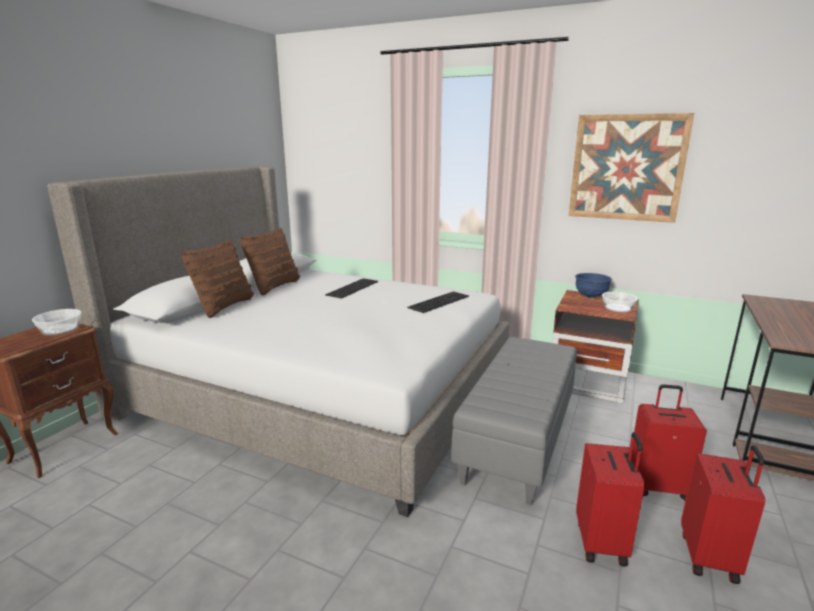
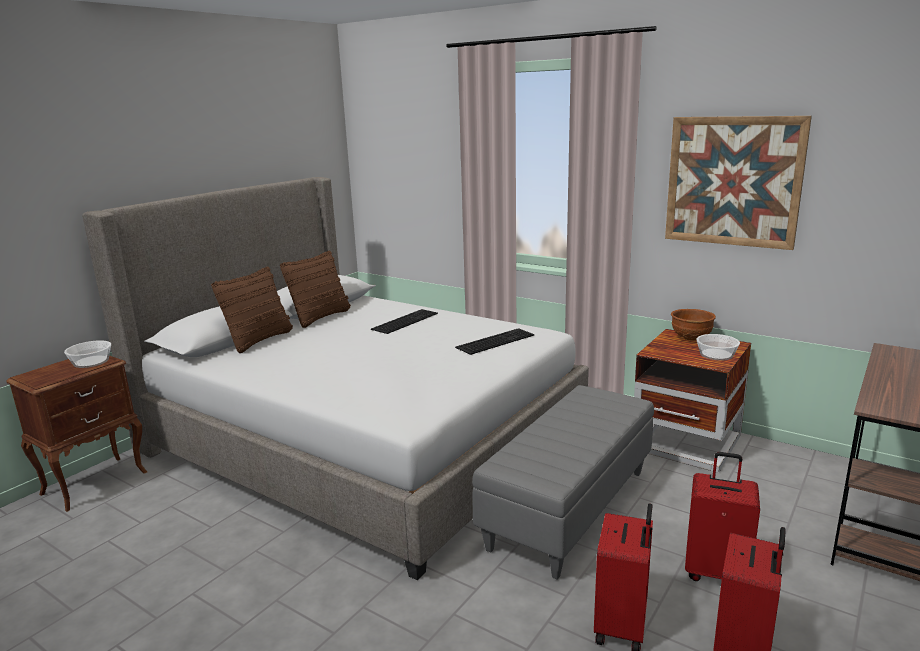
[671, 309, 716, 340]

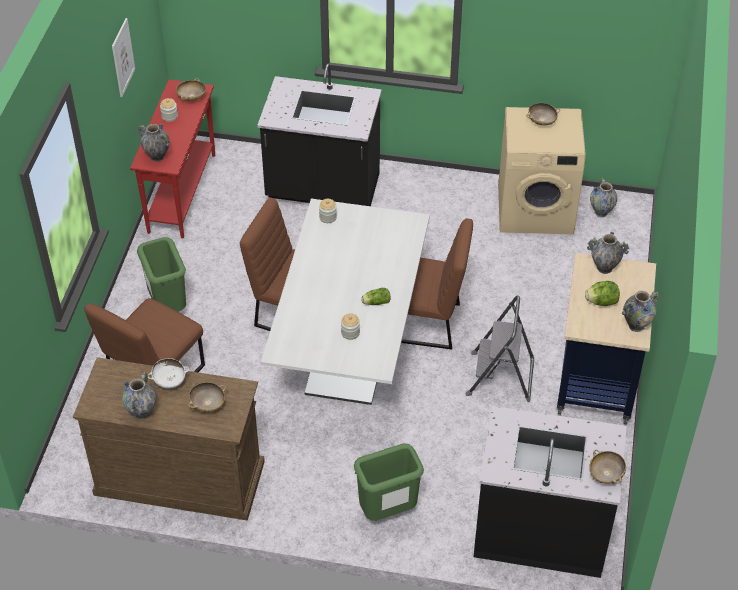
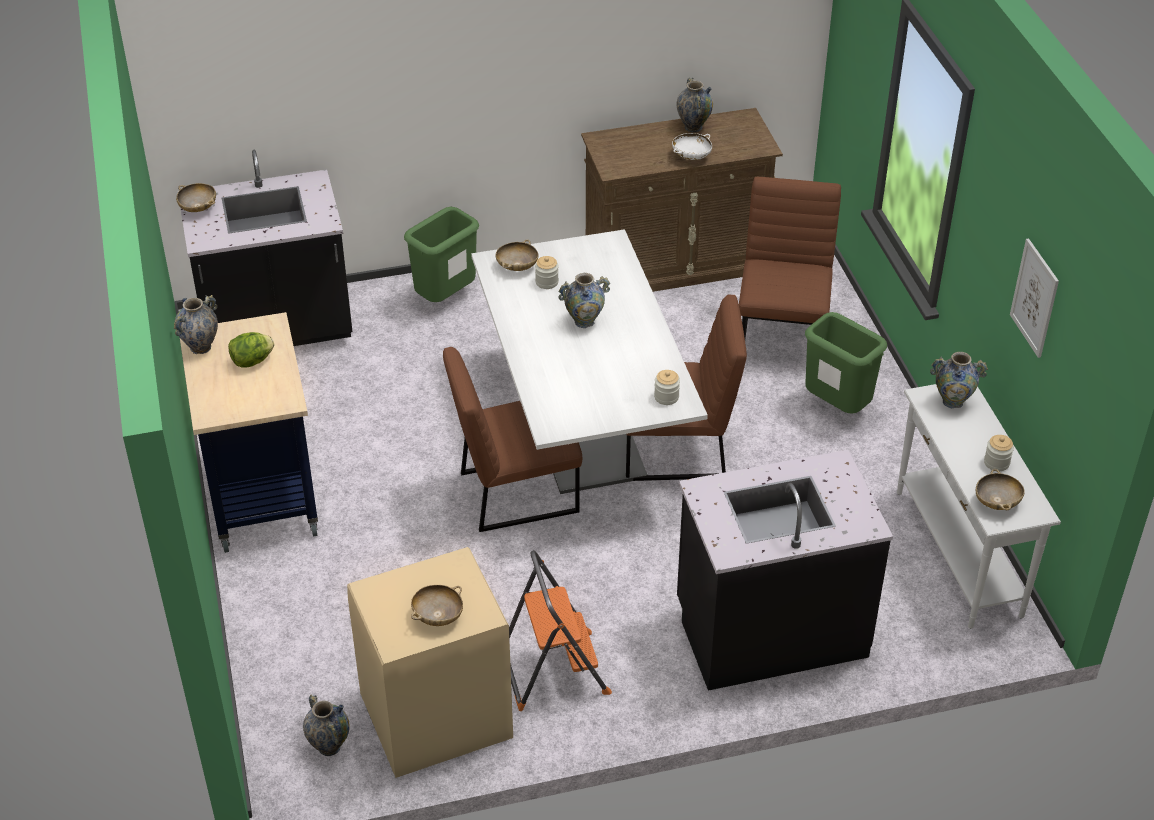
[361, 288, 391, 305] (first image)
[466, 296, 534, 402] (first image)
[509, 550, 612, 711]
[495, 240, 539, 271]
[558, 273, 610, 328]
[897, 384, 1061, 629]

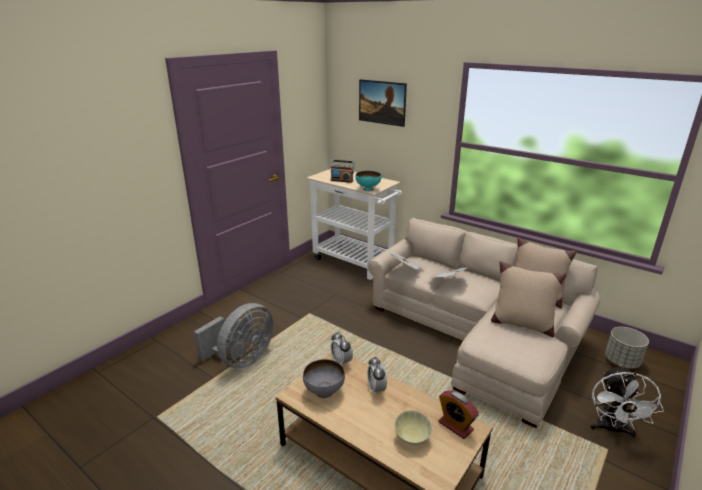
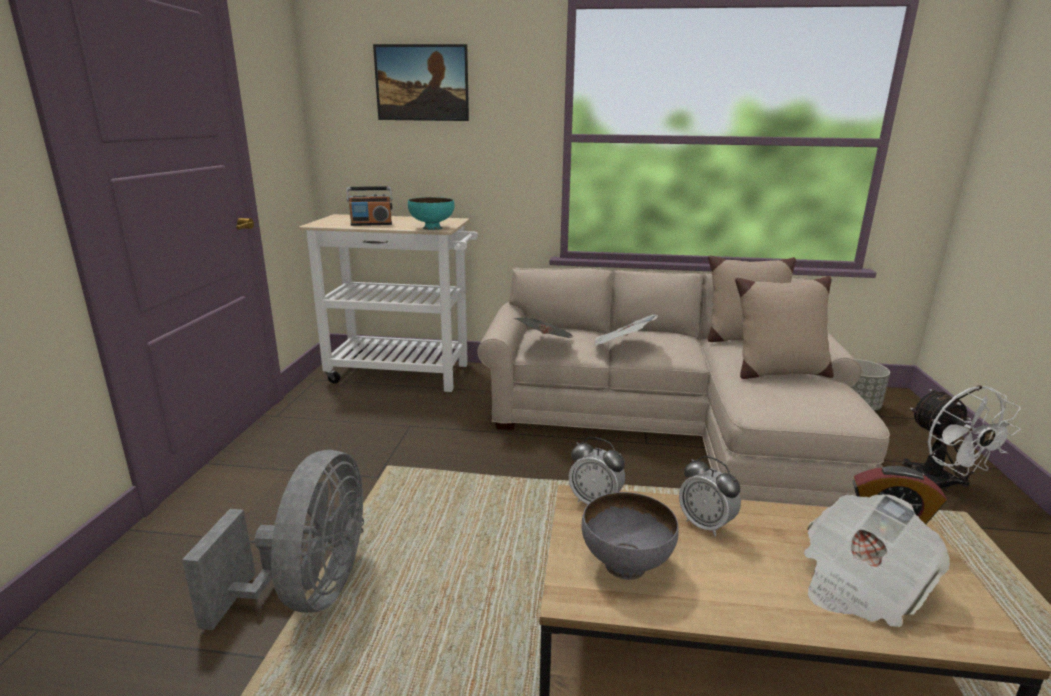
[804, 494, 950, 627]

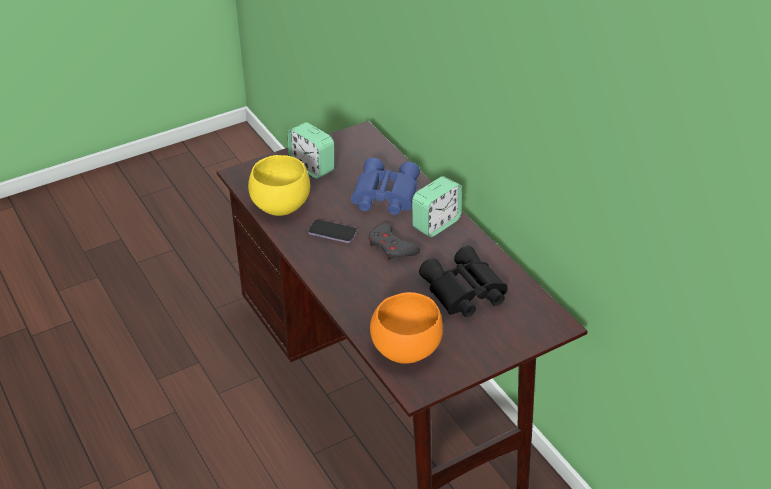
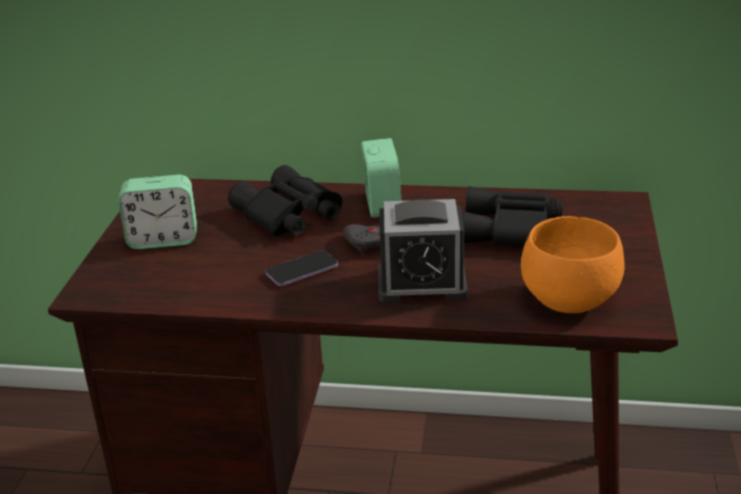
[248, 155, 310, 216] (first image)
[378, 199, 468, 302]
[228, 165, 342, 236]

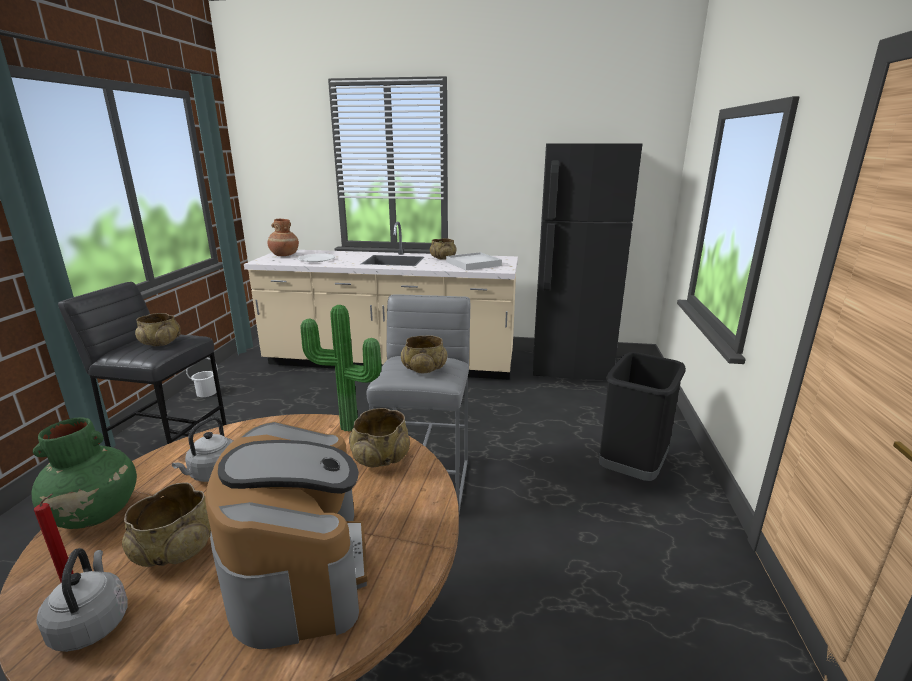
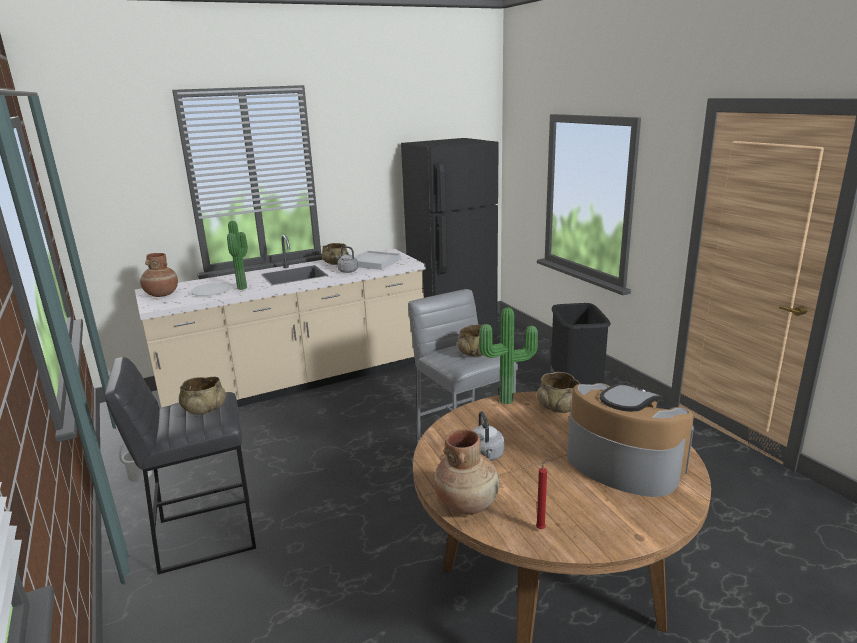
[122, 482, 211, 567] (first image)
[227, 221, 248, 290]
[336, 246, 358, 273]
[434, 429, 500, 515]

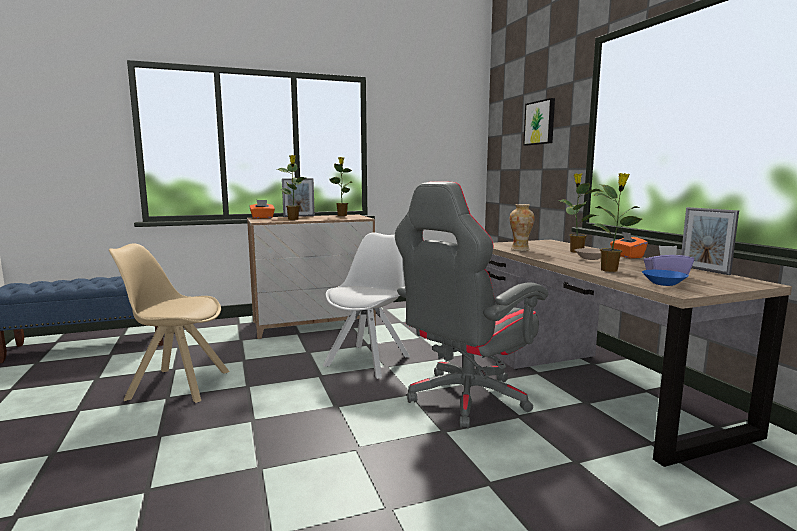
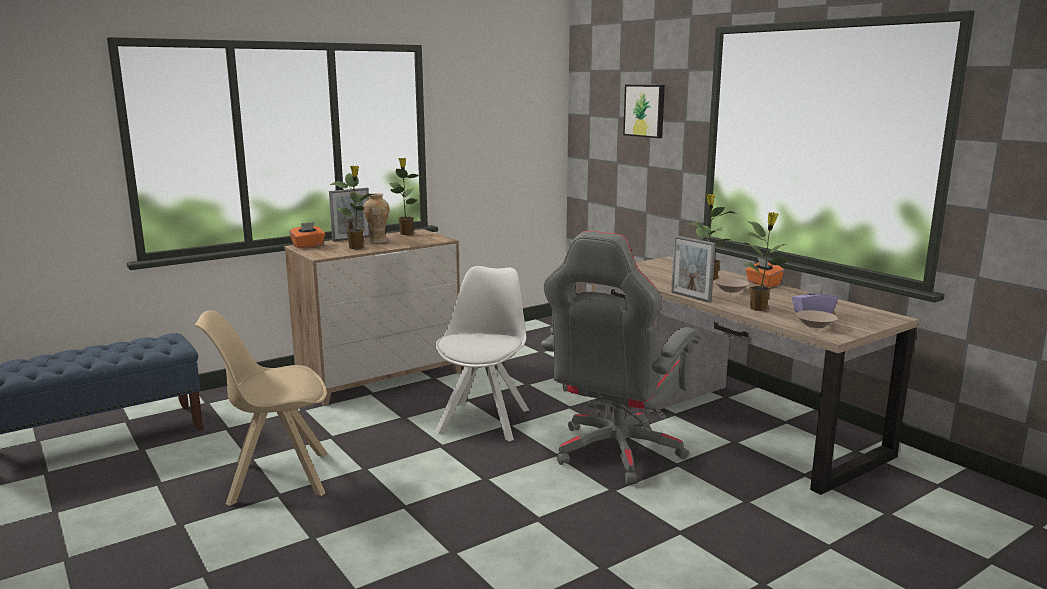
[364, 193, 389, 243]
[671, 235, 716, 303]
[796, 310, 837, 328]

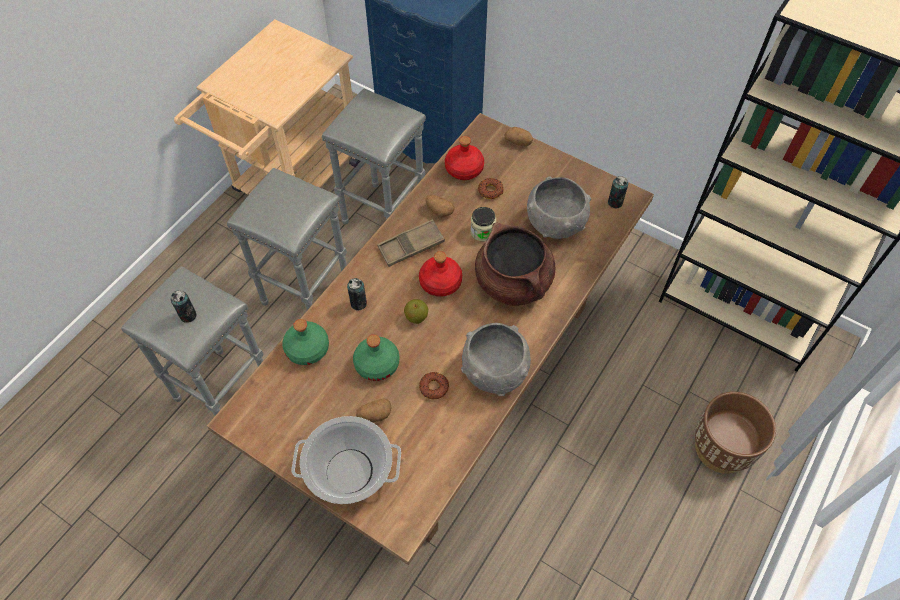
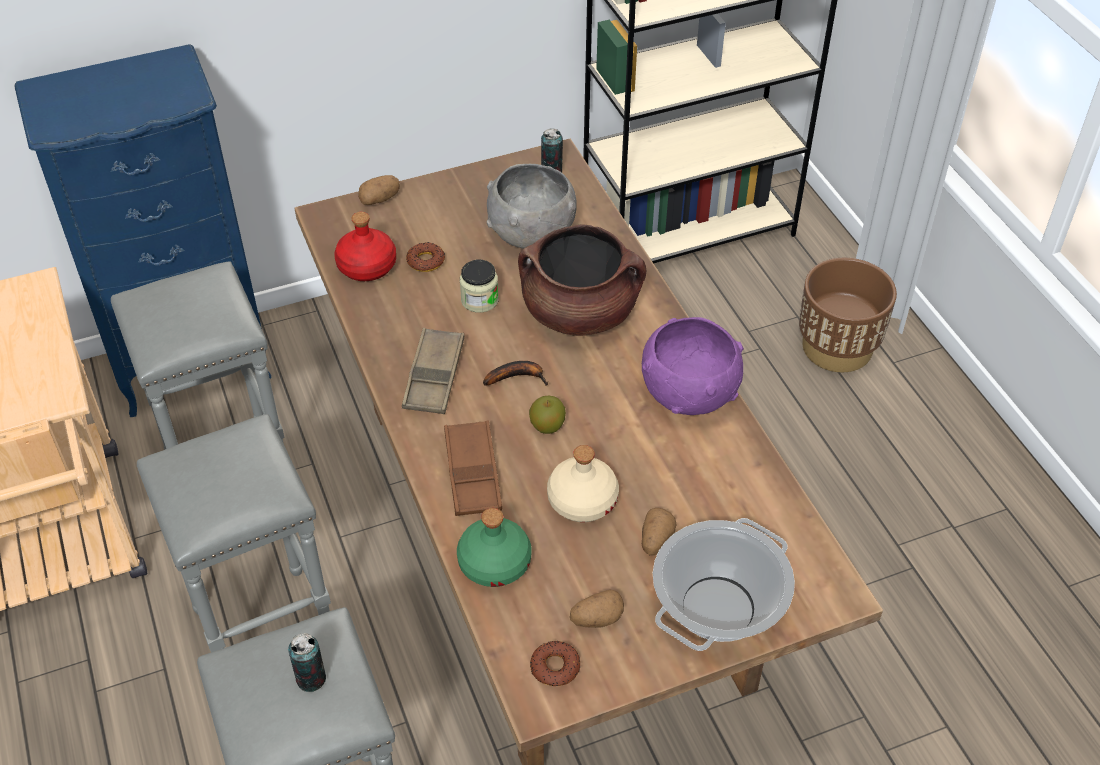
[530, 641, 580, 686]
[570, 590, 624, 628]
[444, 420, 502, 516]
[483, 361, 548, 386]
[547, 445, 619, 522]
[642, 317, 744, 415]

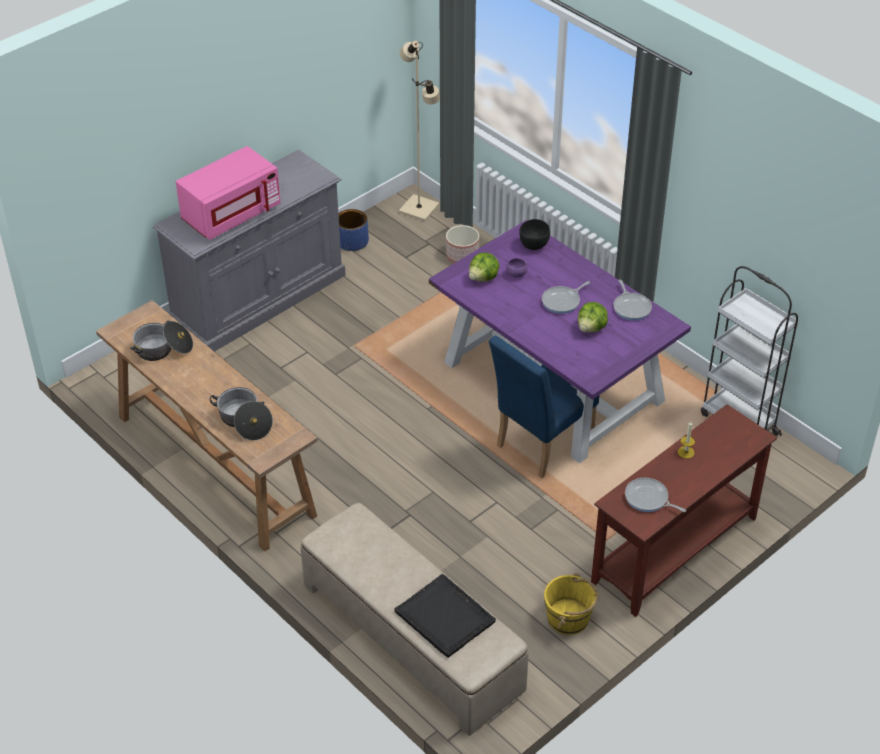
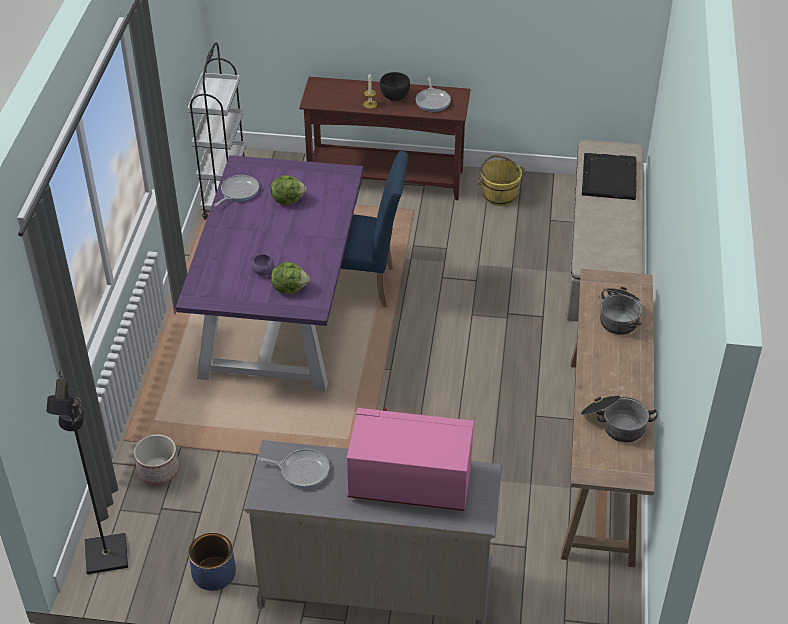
[380, 72, 410, 101]
[258, 449, 330, 489]
[46, 371, 128, 574]

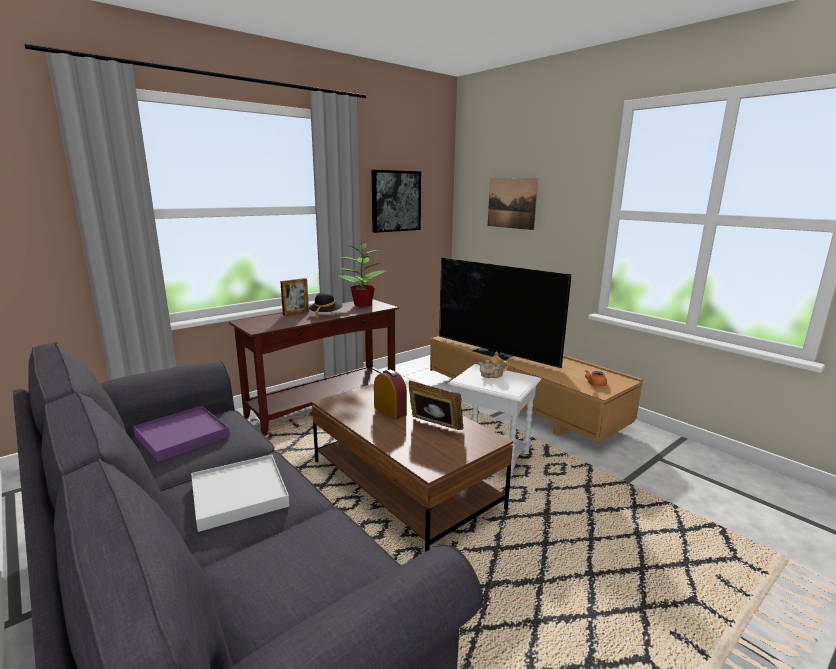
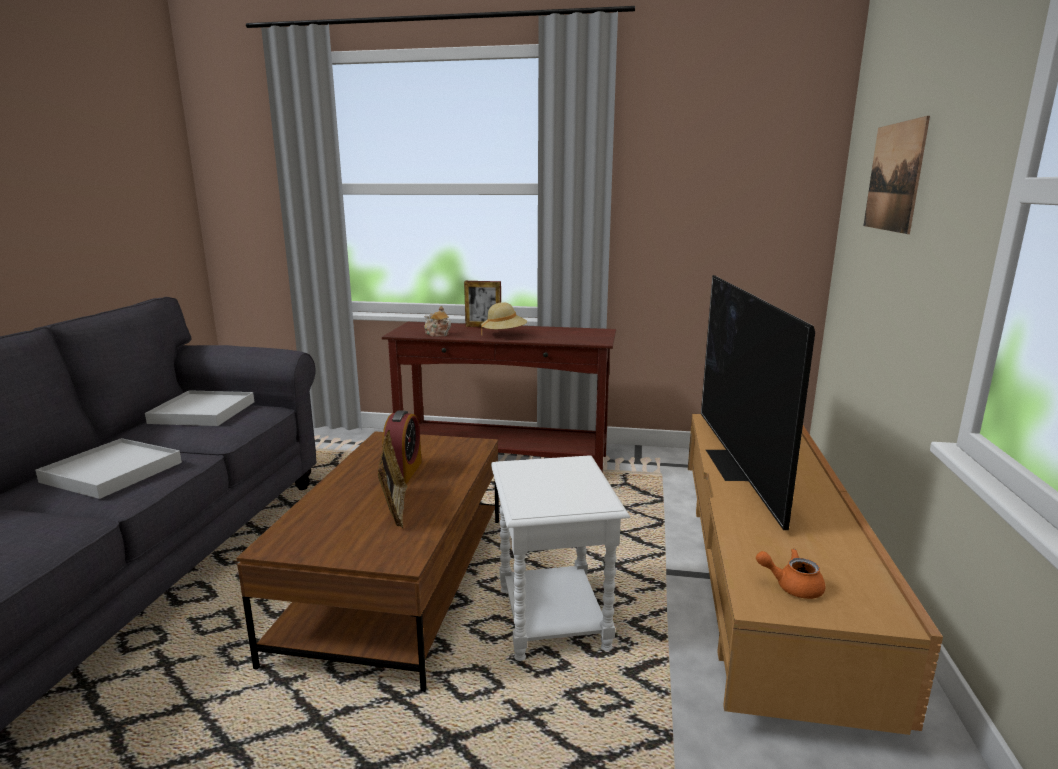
[337, 243, 386, 307] (first image)
[372, 170, 421, 233] (first image)
[424, 306, 451, 337]
[145, 390, 254, 426]
[481, 302, 527, 336]

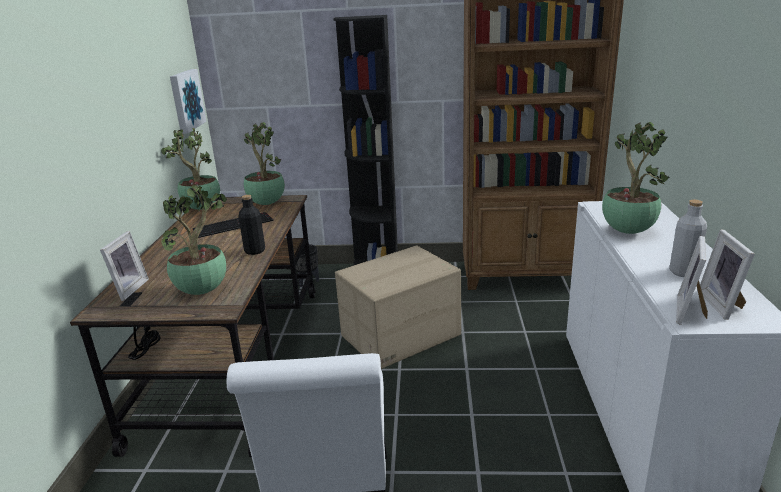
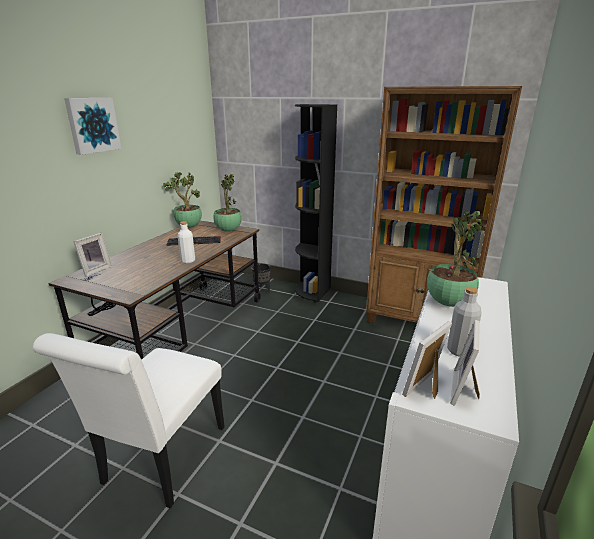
[161, 184, 227, 295] (first image)
[335, 245, 461, 369] (first image)
[64, 98, 121, 155]
[178, 221, 195, 264]

